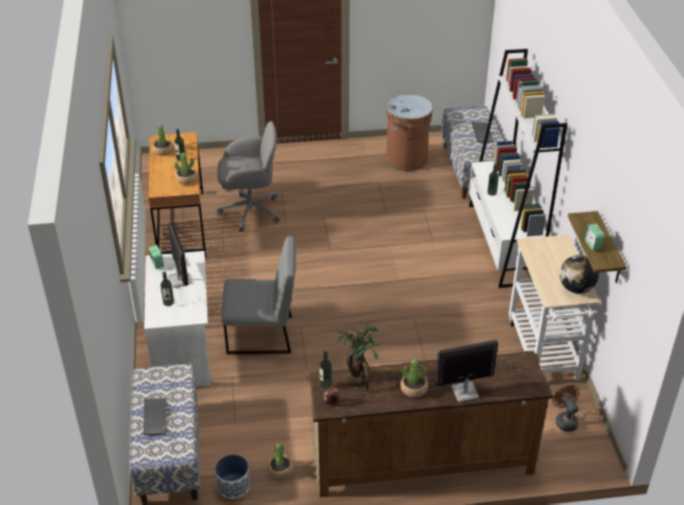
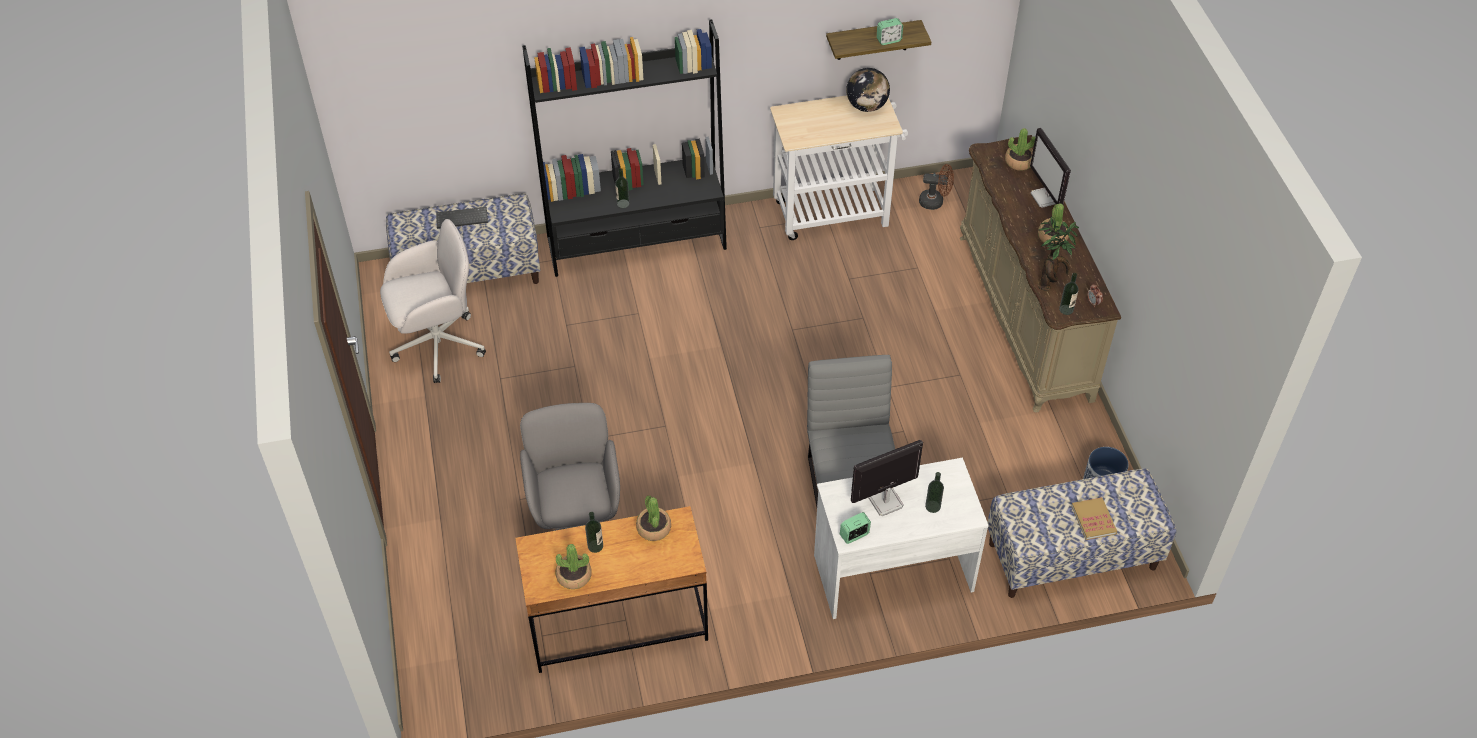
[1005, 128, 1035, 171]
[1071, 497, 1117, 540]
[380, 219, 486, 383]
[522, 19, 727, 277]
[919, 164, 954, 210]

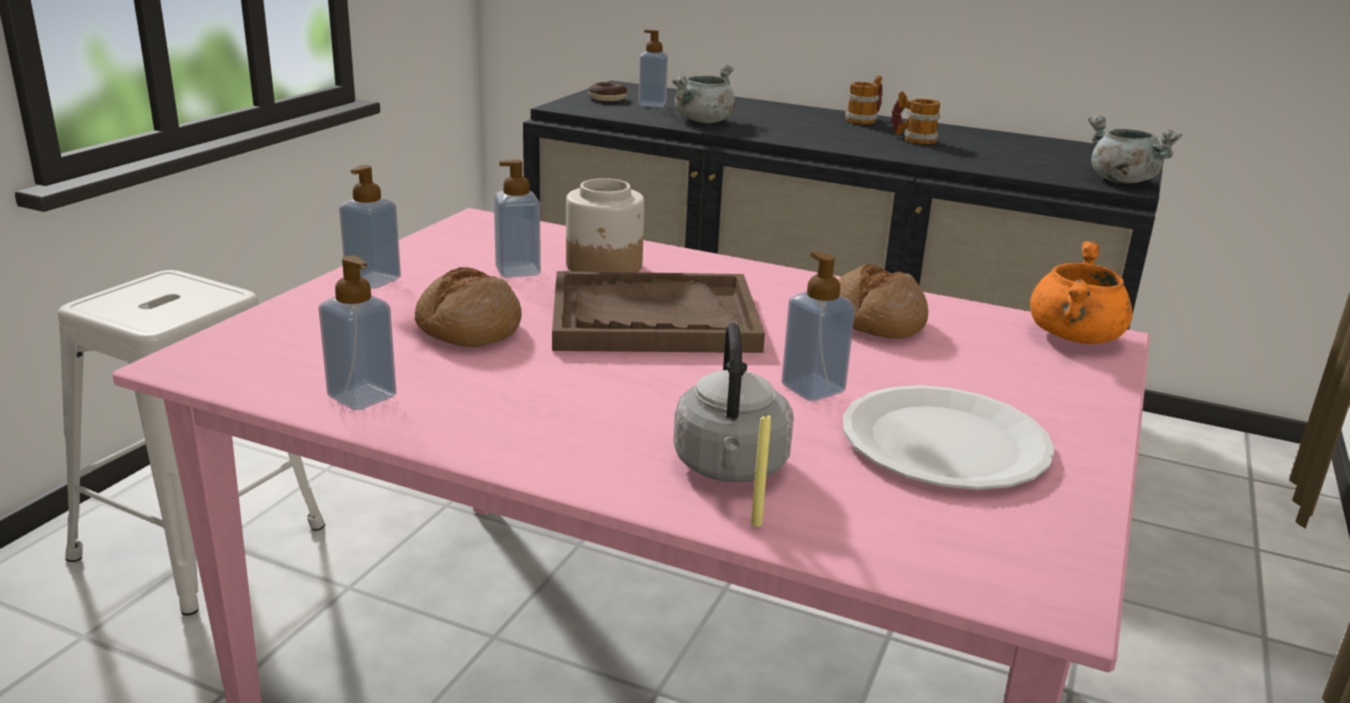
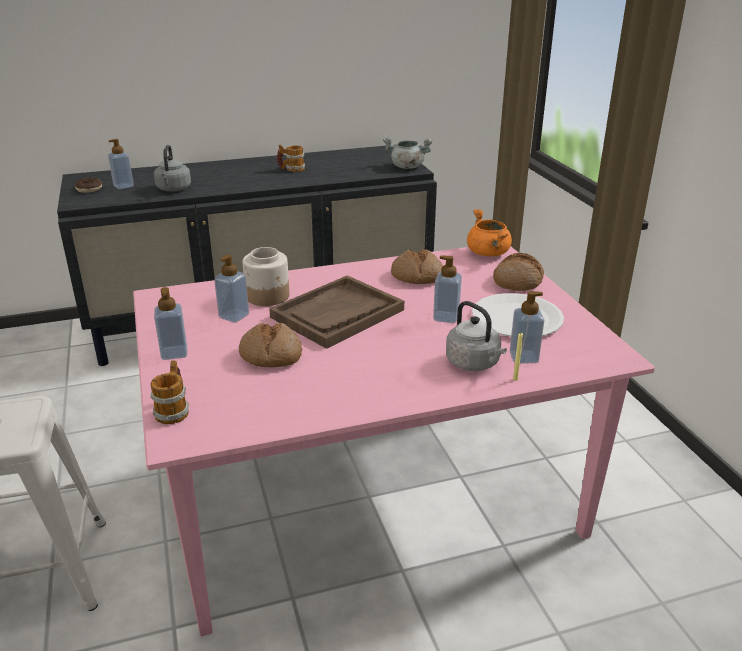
[493, 253, 544, 291]
[510, 291, 544, 363]
[150, 361, 189, 424]
[154, 145, 191, 192]

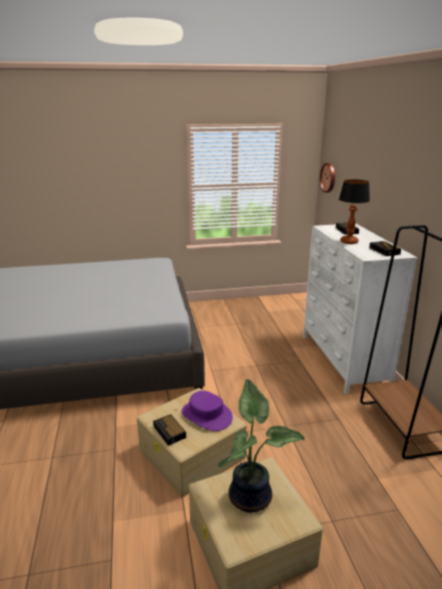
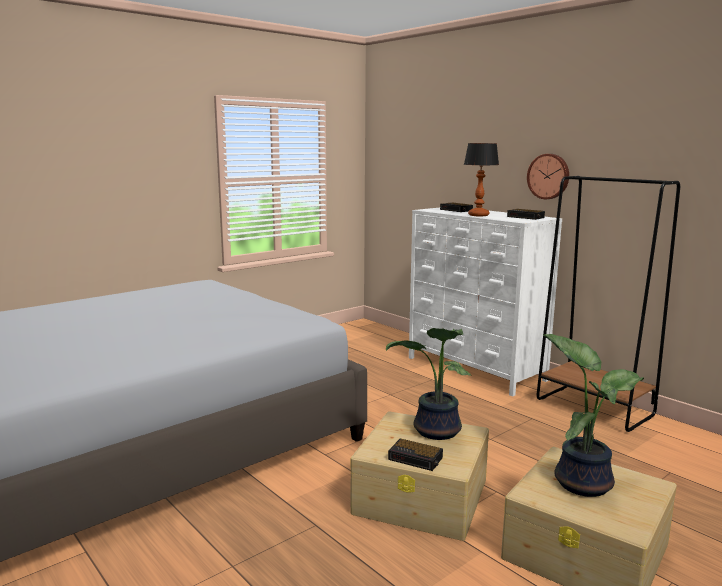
[527, 154, 569, 199]
[386, 328, 471, 440]

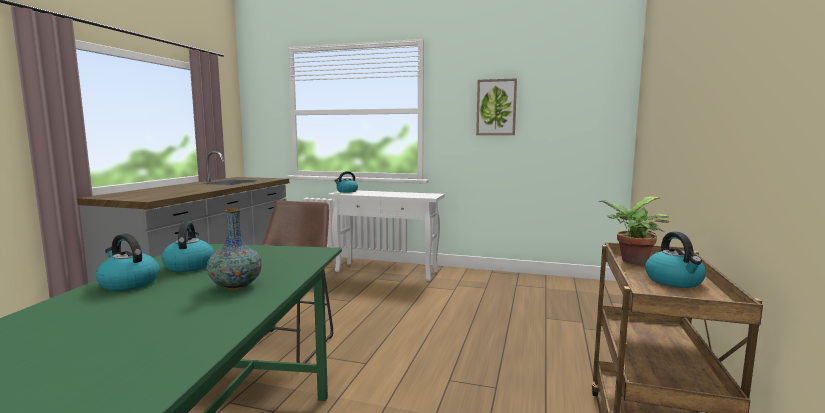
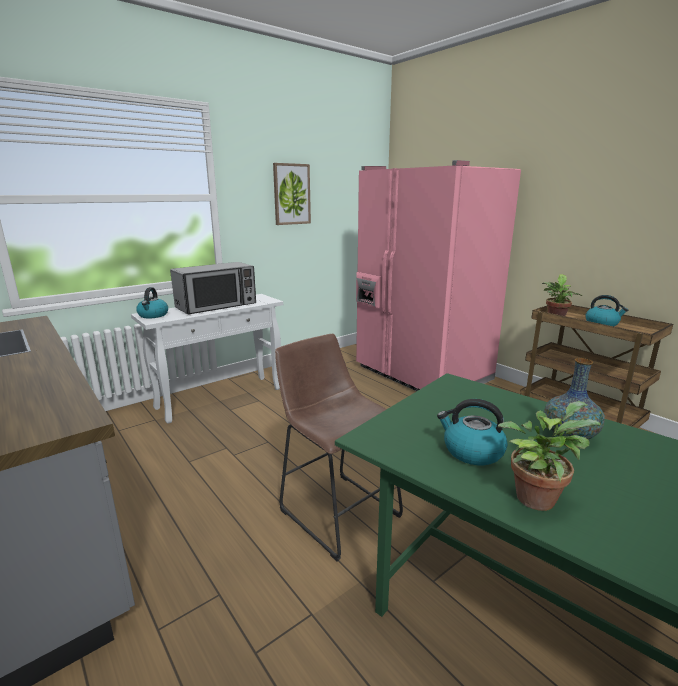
[170, 262, 256, 314]
[356, 160, 521, 391]
[498, 401, 600, 511]

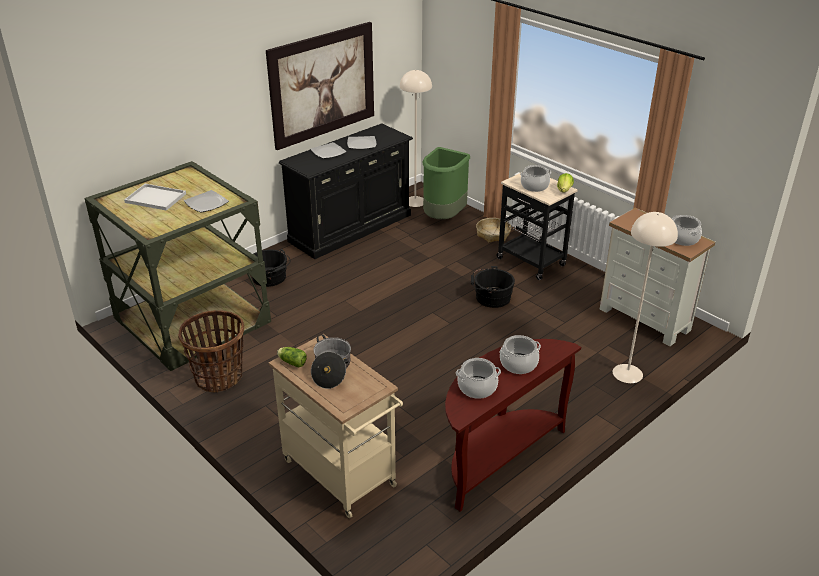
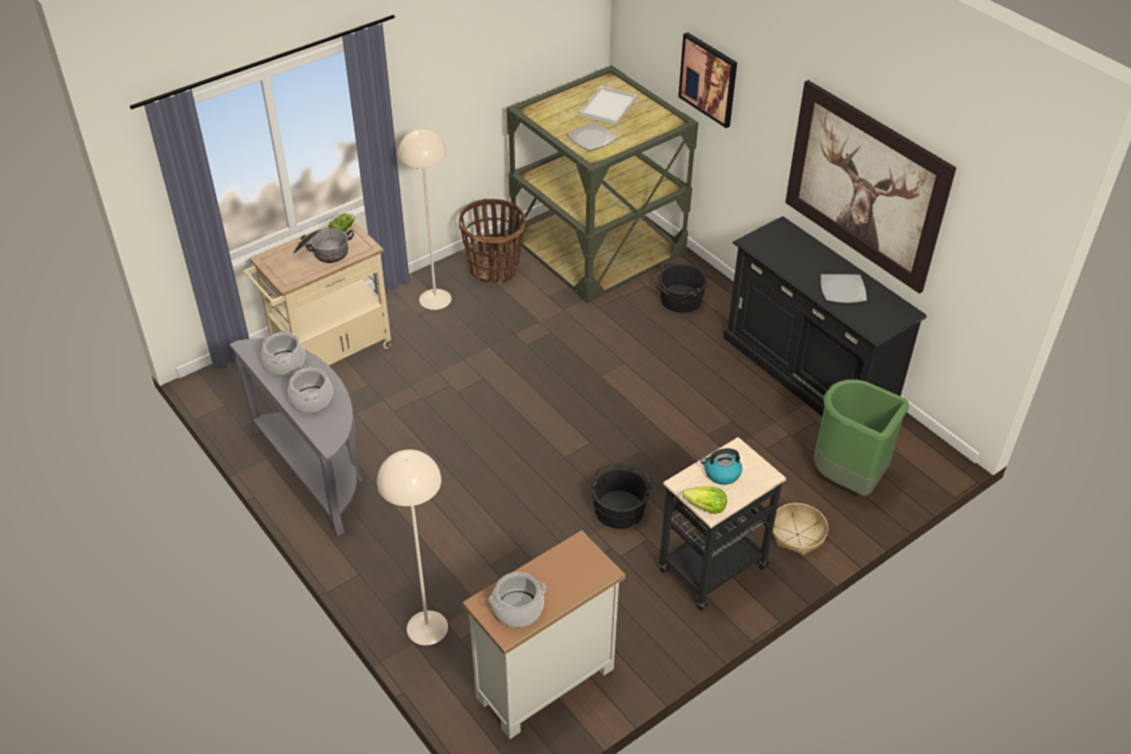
[310, 142, 347, 159] (first image)
[678, 32, 737, 128]
[398, 129, 451, 310]
[701, 448, 742, 485]
[230, 338, 363, 537]

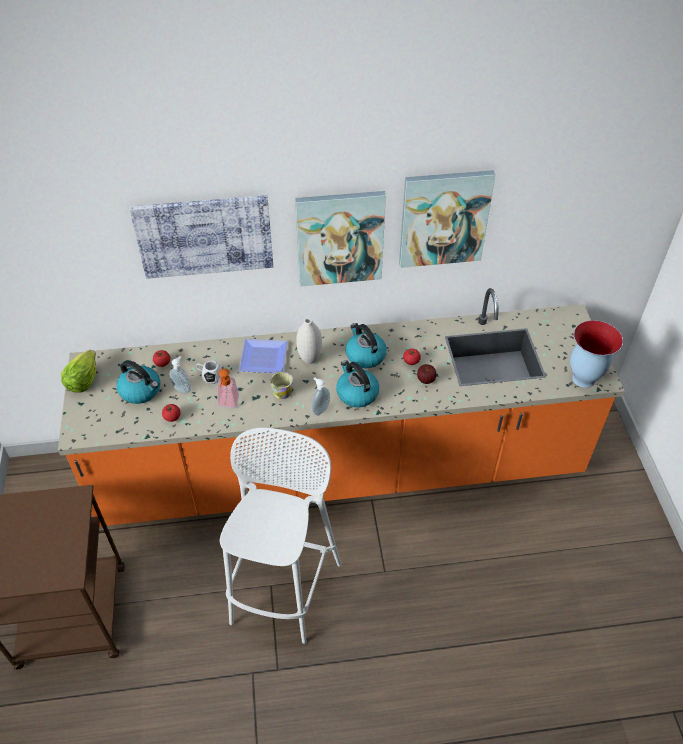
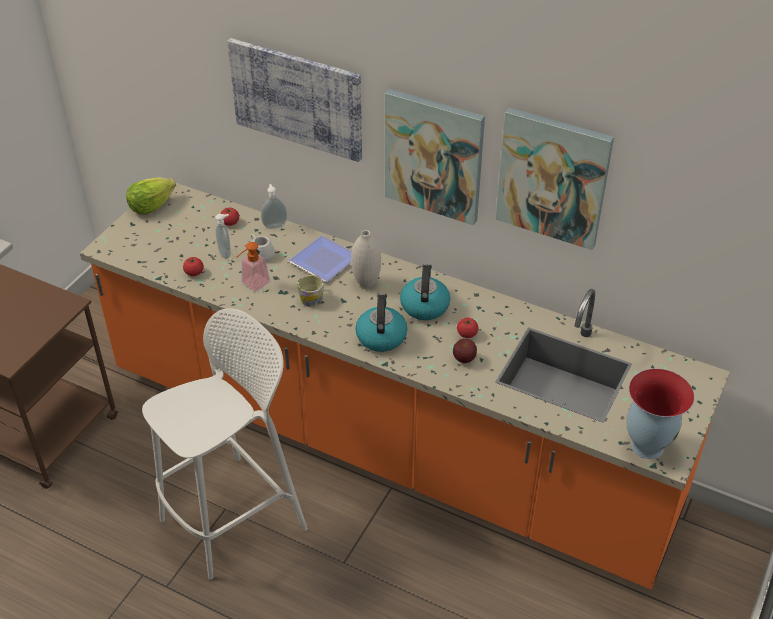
[117, 360, 160, 404] (first image)
[261, 184, 287, 229]

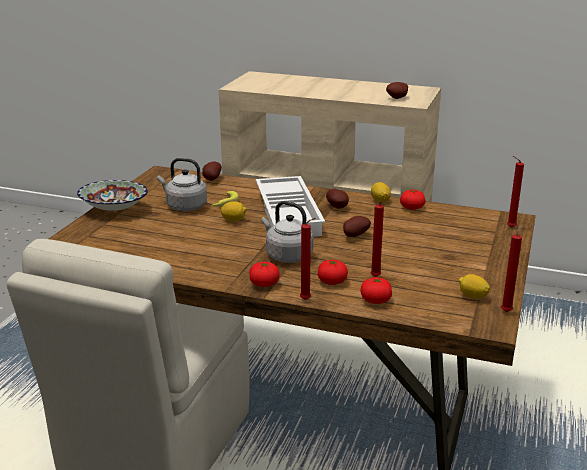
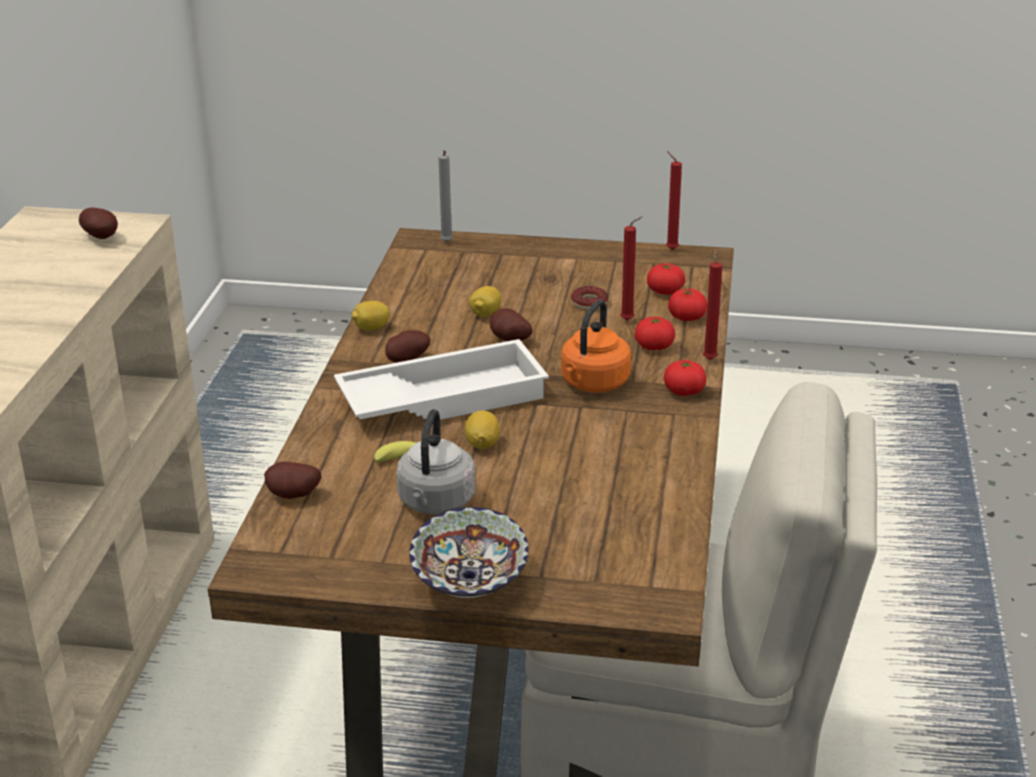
[571, 286, 608, 310]
[647, 263, 685, 295]
[469, 286, 501, 317]
[561, 300, 631, 393]
[439, 150, 453, 242]

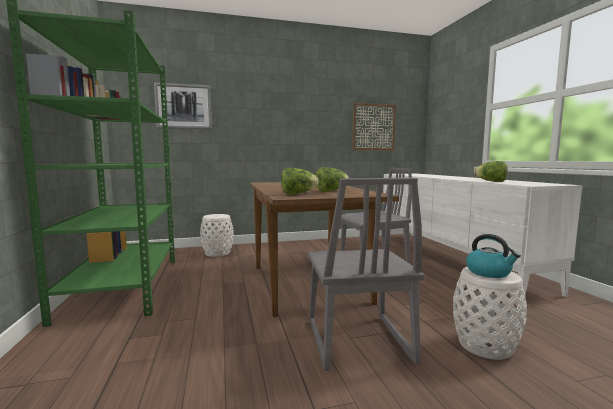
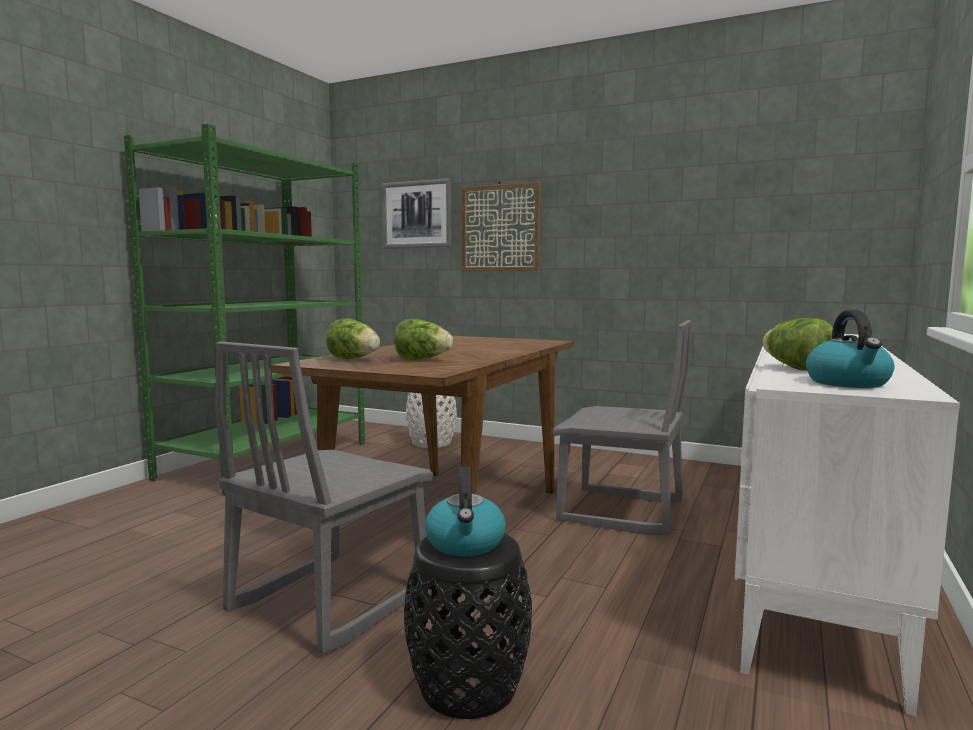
[806, 310, 894, 388]
[461, 182, 541, 272]
[404, 533, 532, 719]

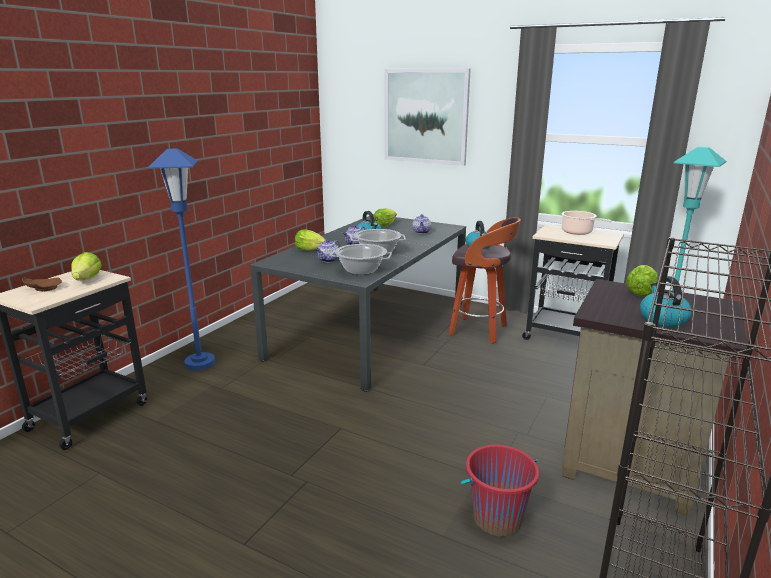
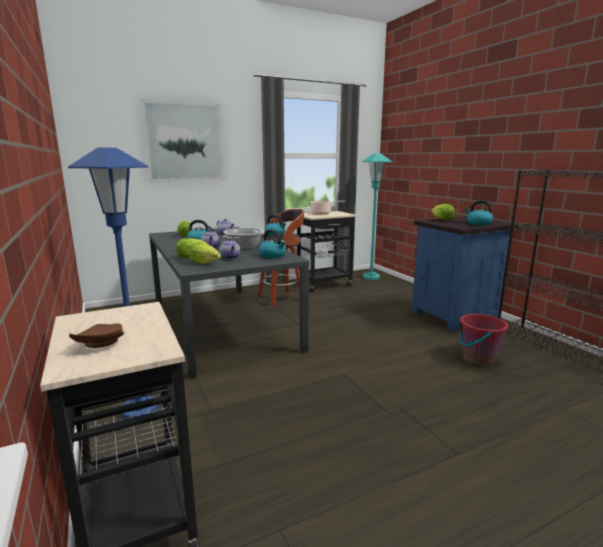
[189, 242, 221, 264]
[259, 229, 286, 258]
[412, 216, 521, 332]

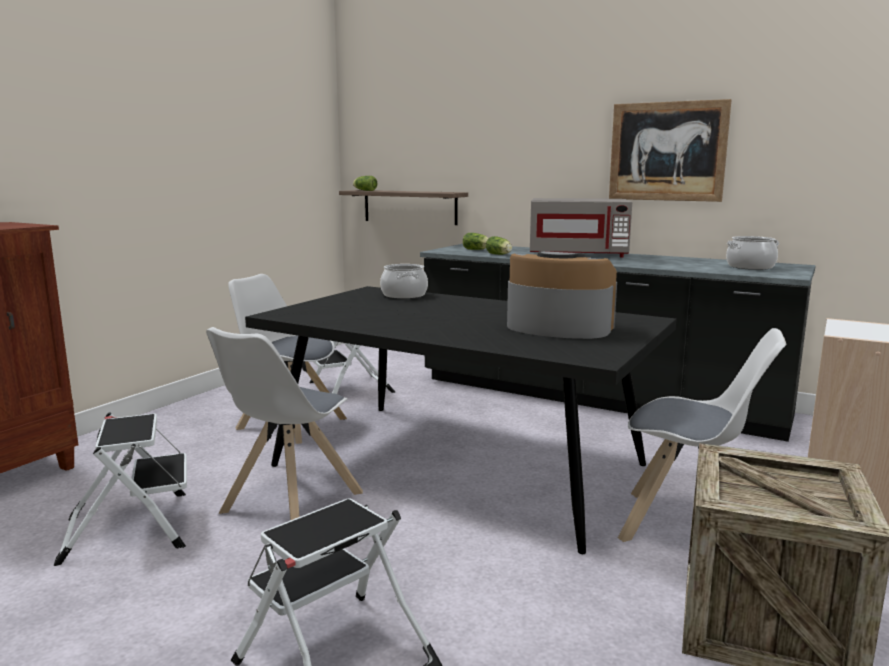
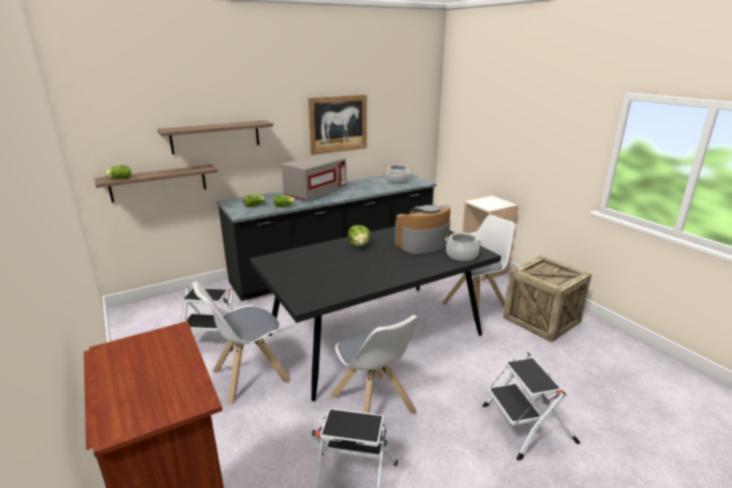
[157, 120, 273, 154]
[348, 225, 371, 247]
[445, 232, 482, 261]

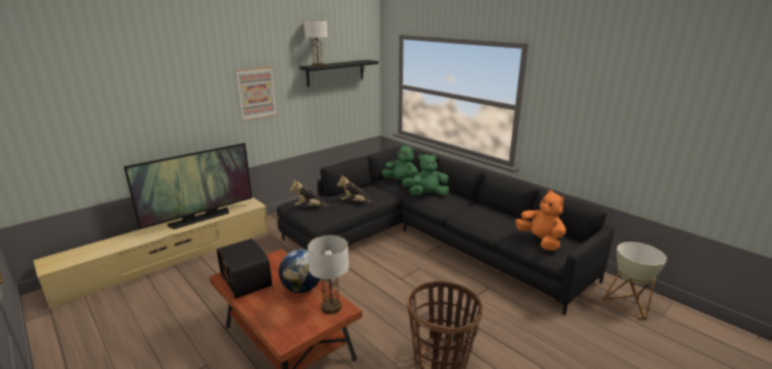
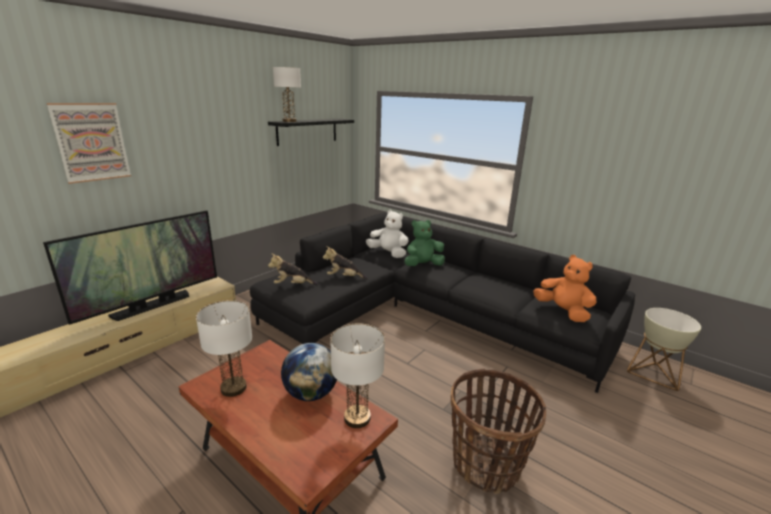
[47, 103, 131, 184]
[196, 300, 252, 397]
[366, 210, 409, 258]

